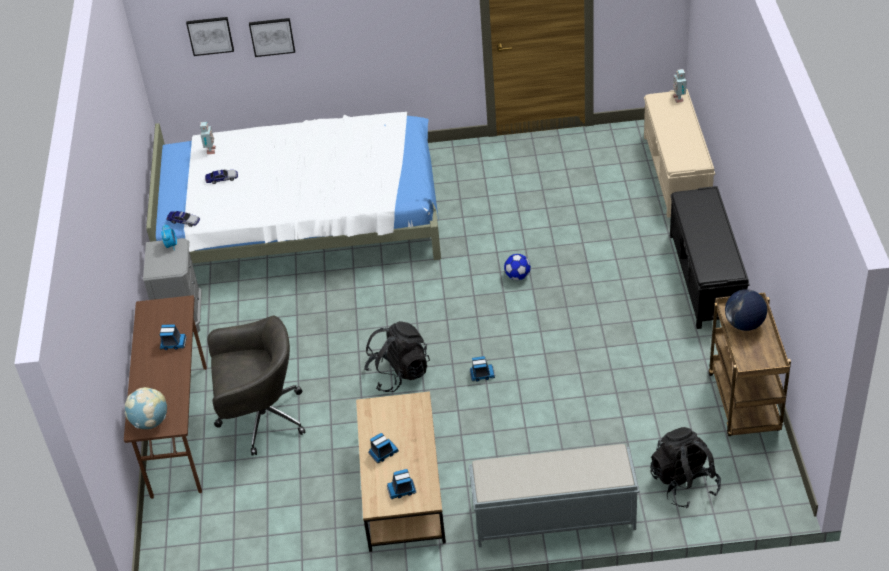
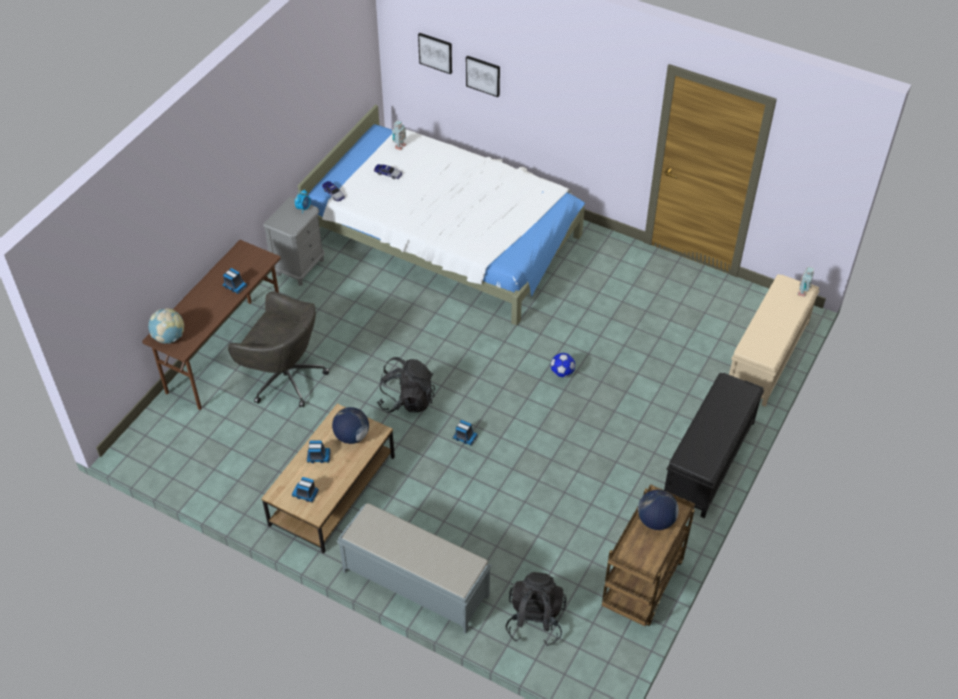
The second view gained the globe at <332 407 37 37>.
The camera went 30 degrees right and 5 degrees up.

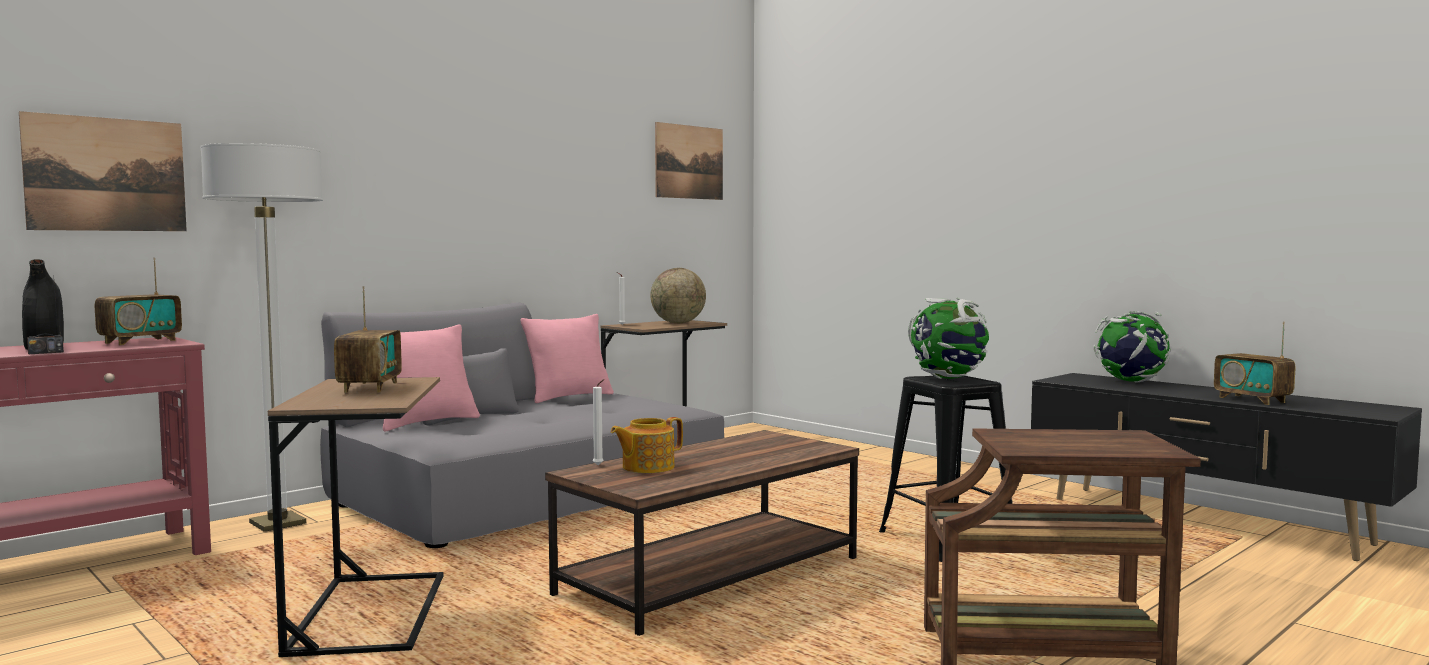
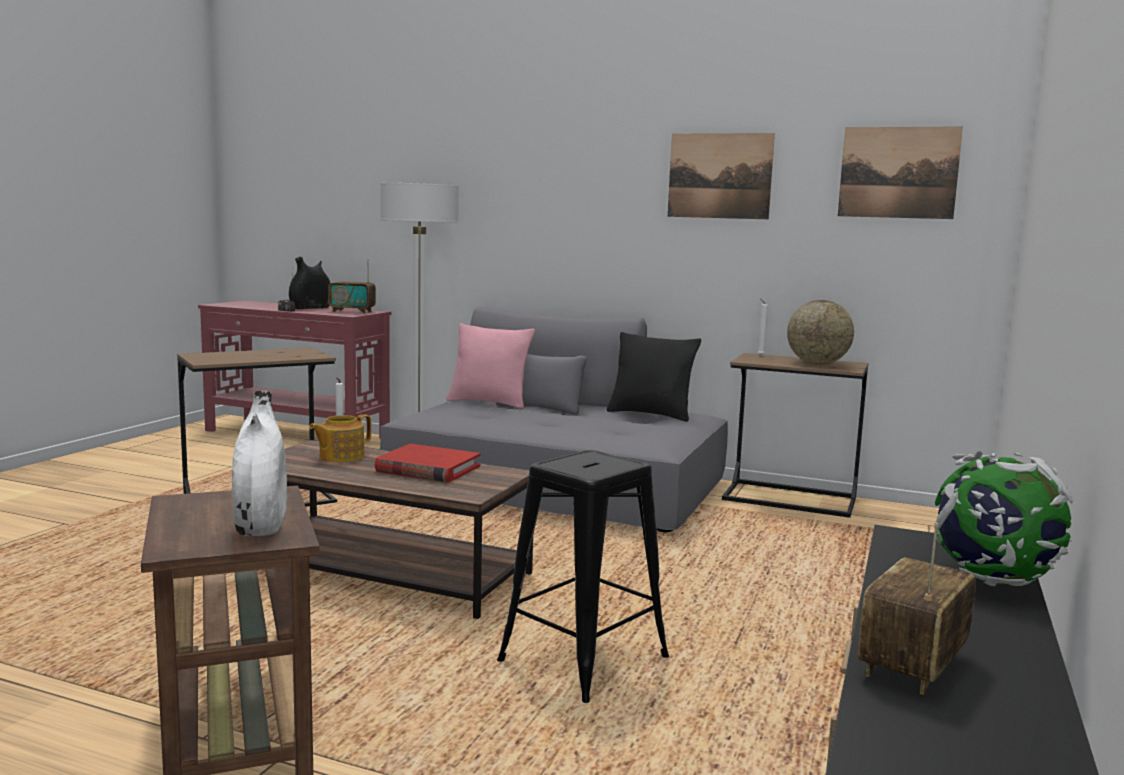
The wall art ended up elsewhere, having gone from <19 111 168 120> to <668 133 107 87>.
The second view lost the radio at <334 287 68 106>.
The second view lost the globe at <908 298 81 81>.
What was the throw pillow (pink) at <521 314 93 89> turned into the throw pillow (black-coloured) at <607 332 94 90>.
The teapot at <611 417 72 56> ended up facing another way, 75 degrees counterclockwise from before.
The second view gained the decorative vase (white-coloured) at <232 391 55 145>.
The second view gained the volume (red-coloured) at <375 444 106 38>.
The camera went 65 degrees right and 5 degrees up.

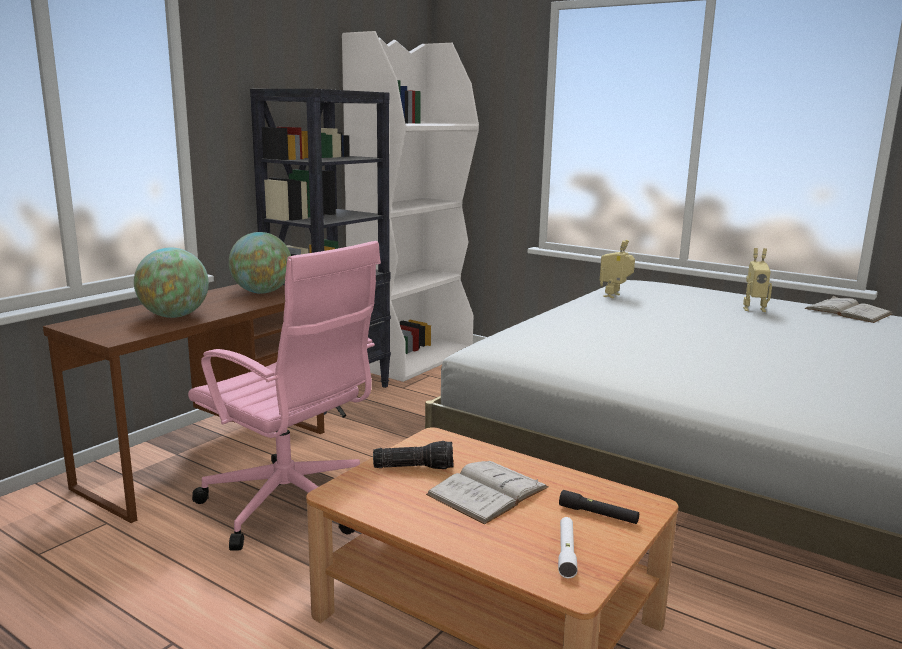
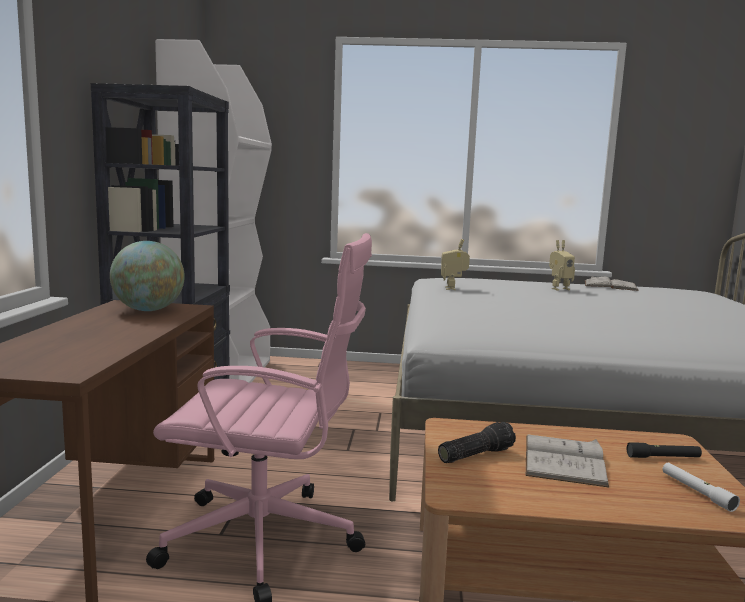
The second view lost the globe at <134 248 75 70>.
The camera went 30 degrees left and 5 degrees down.

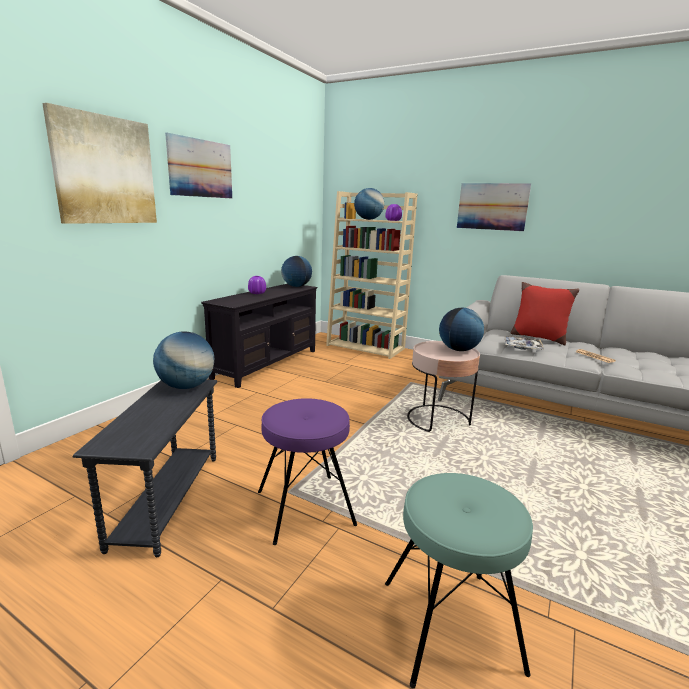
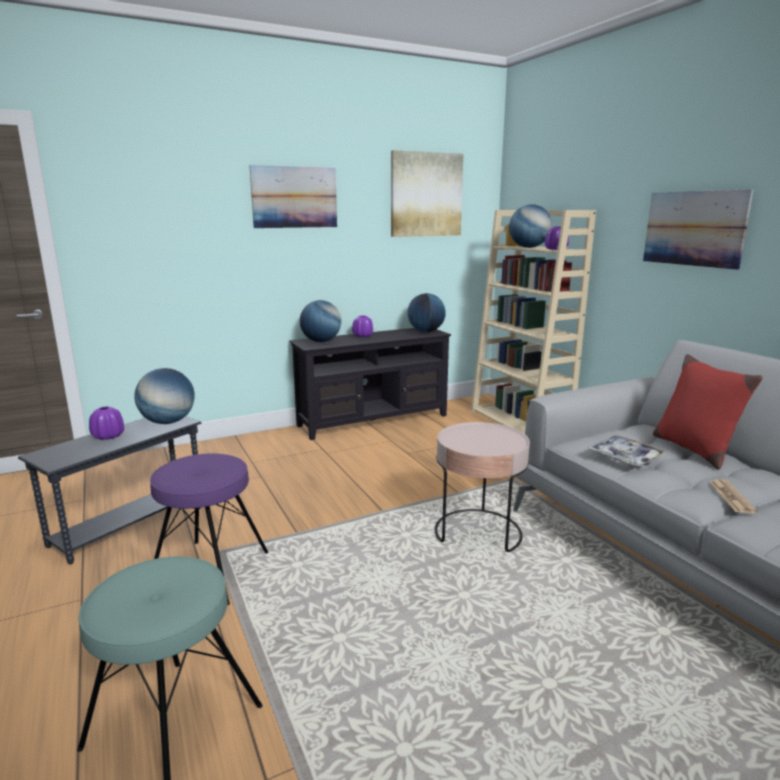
The wall art ended up elsewhere, having gone from <42 103 115 121> to <391 150 73 87>.
The globe ended up elsewhere, having gone from <439 308 45 43> to <300 300 41 42>.
The second view gained the decorative vase (purple-coloured) at <89 406 35 34>.
The camera went 35 degrees right and 0 degrees up.

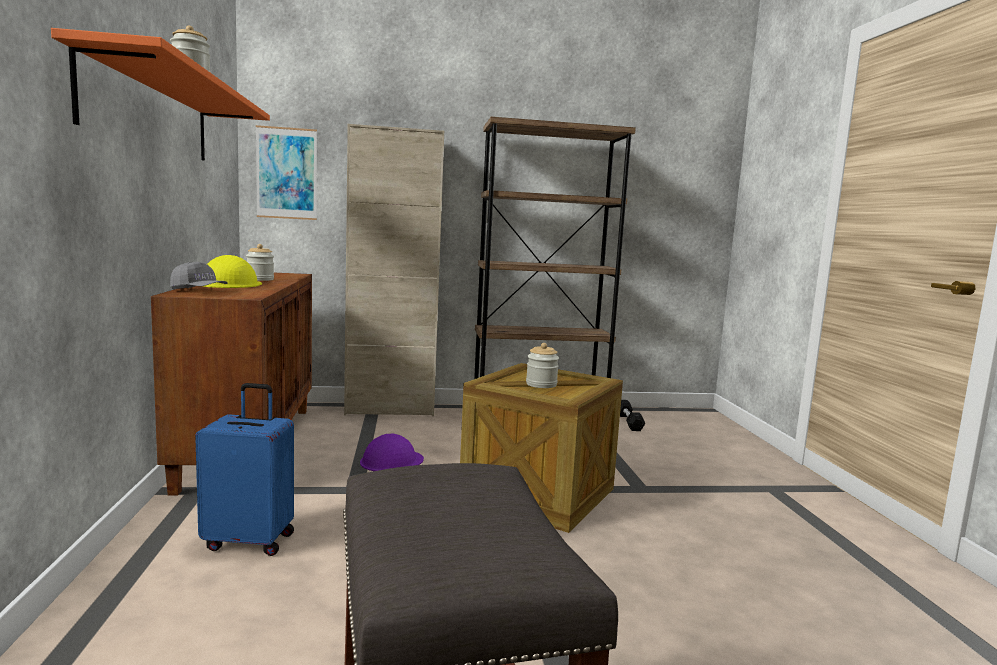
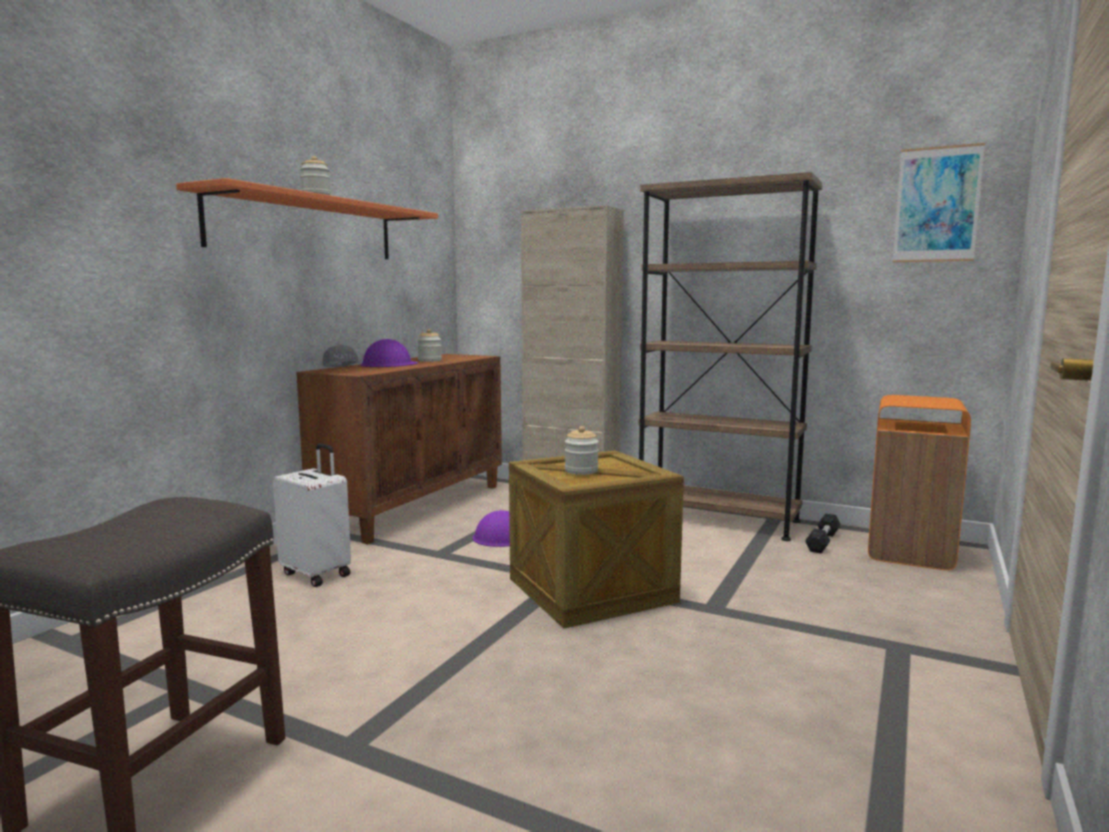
The wall art ended up elsewhere, having gone from <256 125 61 95> to <893 143 92 119>.
What was the hard hat (yellow) at <203 255 59 33> turned into the hard hat (purple-coloured) at <361 339 57 28>.
What was the suitcase (bluish) at <195 383 99 173> turned into the suitcase (white-coloured) at <273 443 78 144>.
The second view gained the trash can (orange-coloured) at <868 395 103 175>.
The camera went 35 degrees right and 0 degrees up.

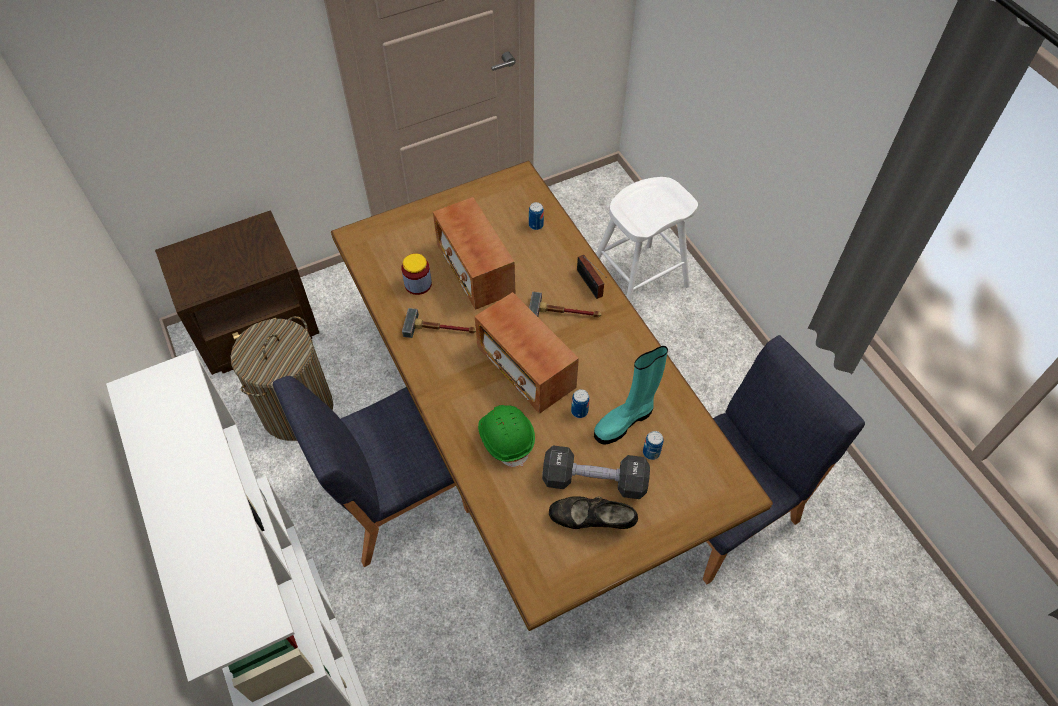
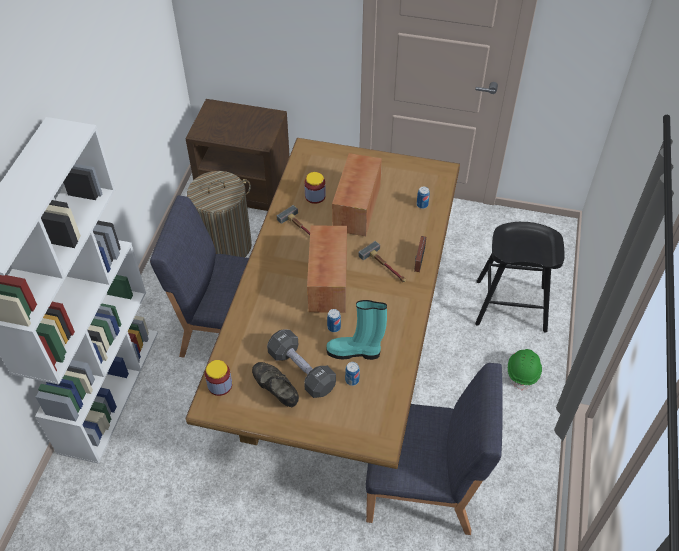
What was the stool (white-coloured) at <596 177 102 126> turned into the stool (black-coloured) at <475 222 90 111>.
The hard hat (green) ended up elsewhere, having gone from <478 405 57 62> to <508 349 34 42>.
The second view gained the storage jar at <205 360 27 36>.
The camera went 40 degrees right and 5 degrees down.

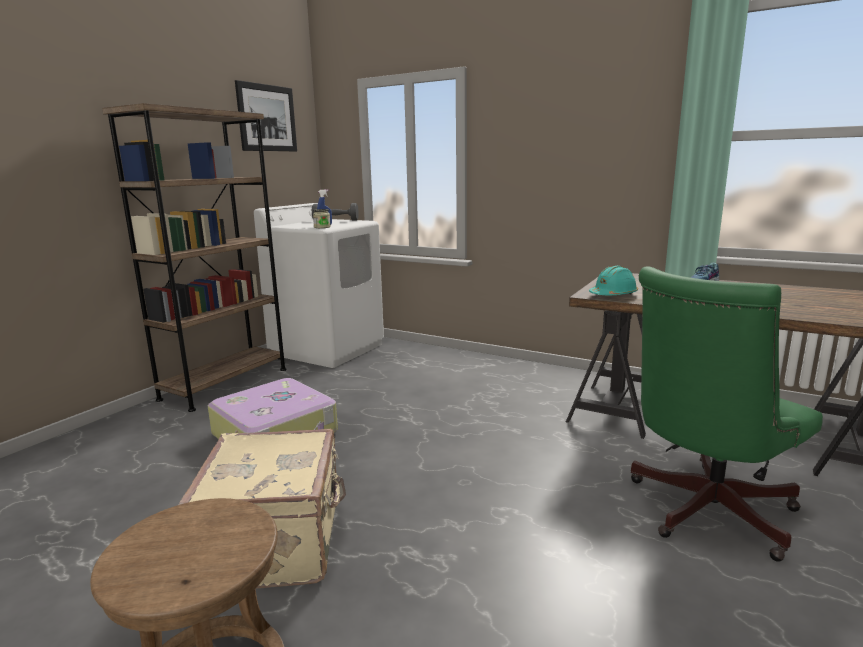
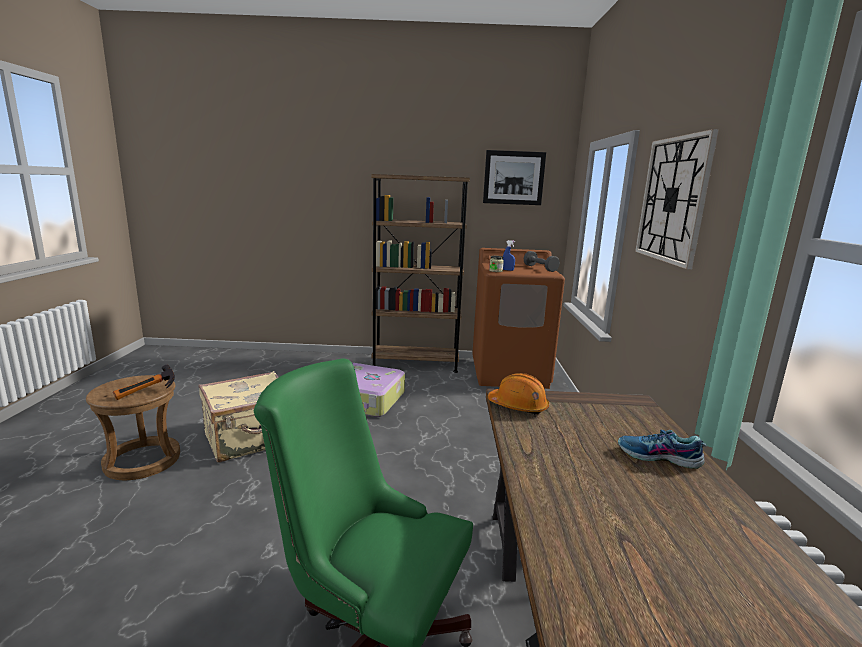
What was the laundry machine (white-coloured) at <254 203 130 165> turned into the laundry machine (brown-coloured) at <472 248 93 141>.
What was the hard hat (blue-green) at <589 266 49 29> turned into the hard hat (orange-coloured) at <488 373 61 42>.
The second view gained the hanging clock at <635 129 84 140>.
The second view gained the tool hammer at <113 365 62 35>.
The camera went 60 degrees right and 0 degrees up.

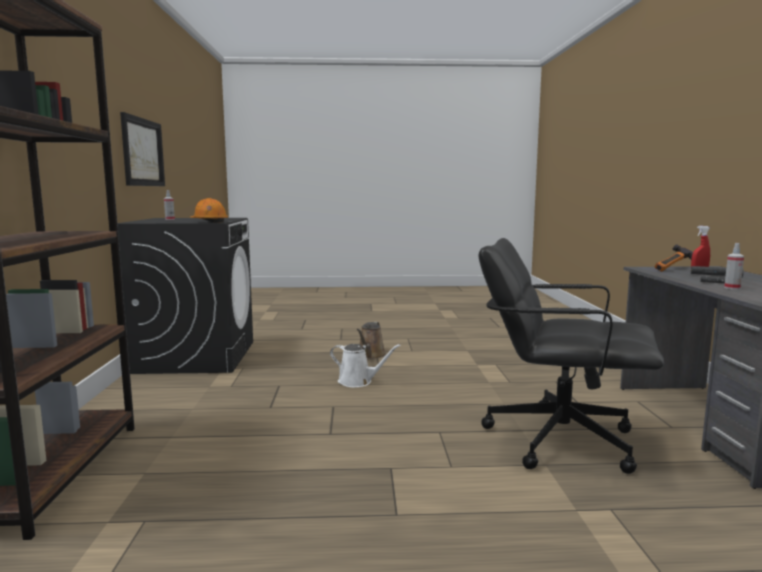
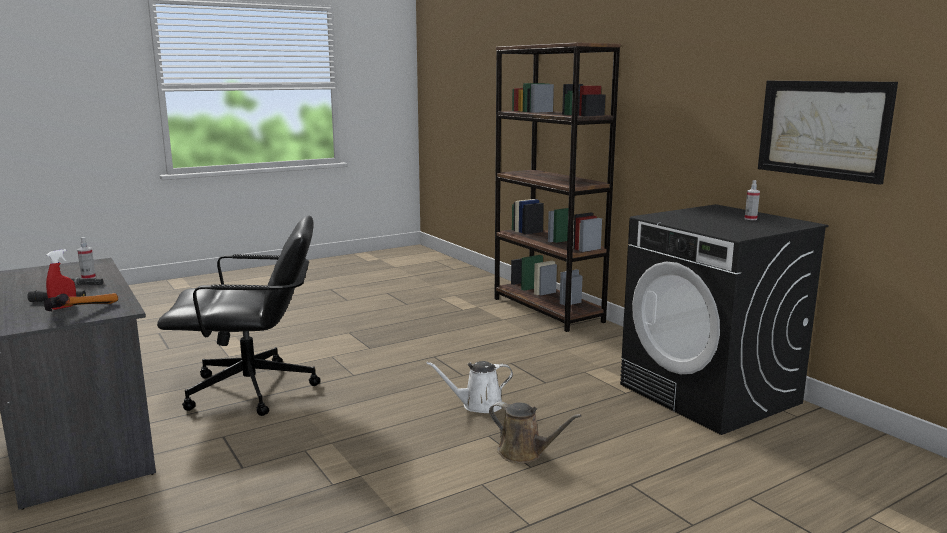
The second view lost the hard hat (orange-coloured) at <190 198 38 25>.
The sprinkling can (brown-coloured) at <357 322 29 37> ended up facing another way, 135 degrees clockwise from before.
The camera went 150 degrees right and 5 degrees up.

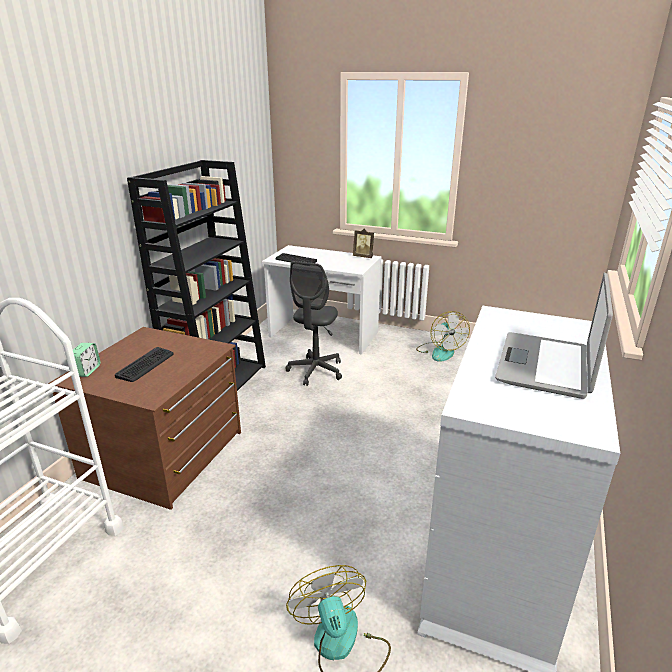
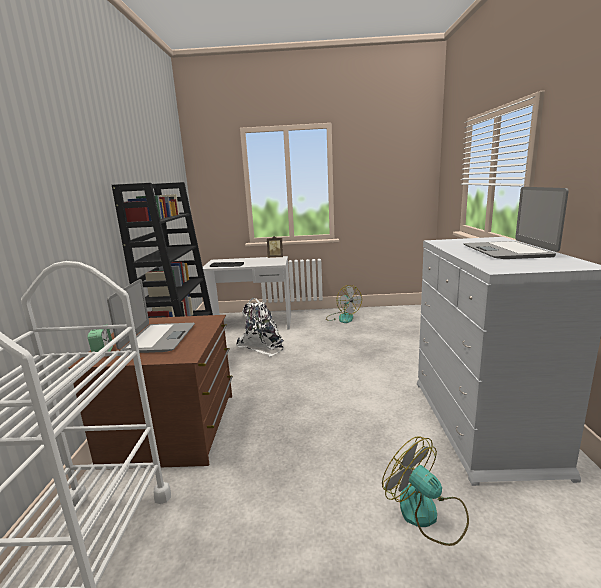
Where the office chair (greyish) stood at <285 261 57 125>, the backpack (white-coloured) came to stand at <236 298 48 59>.
Where the PC keyboard stood at <115 347 59 35>, the laptop came to stand at <107 279 88 74>.
The camera went 20 degrees left and 10 degrees down.

